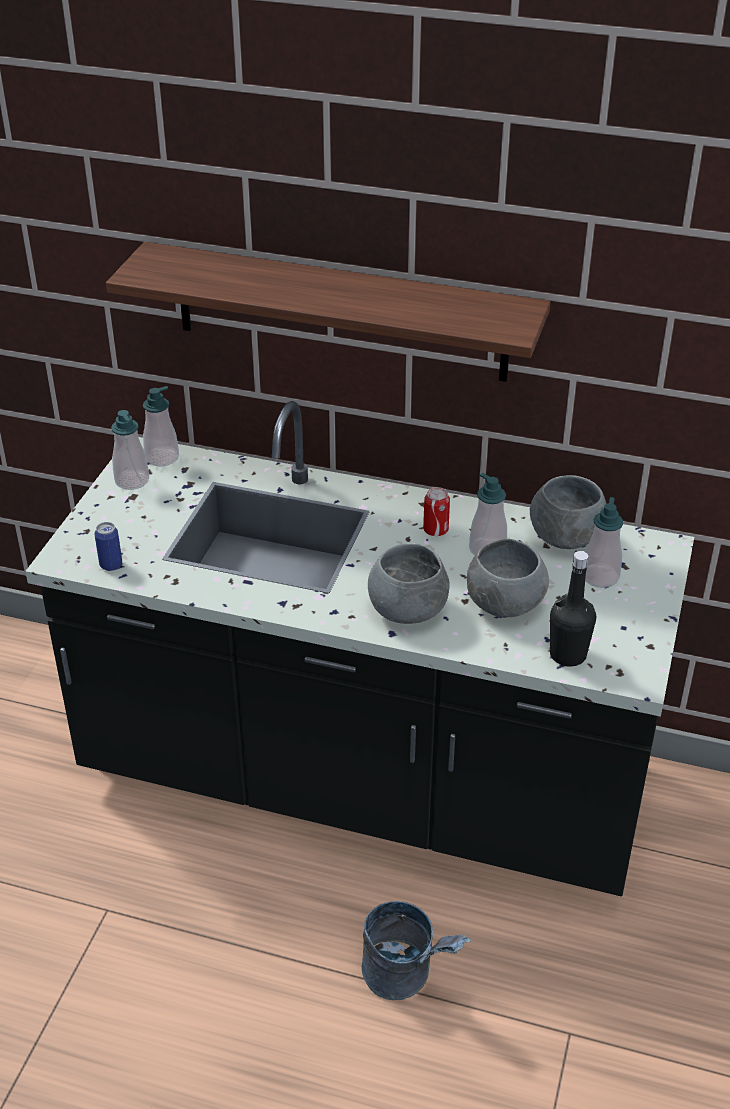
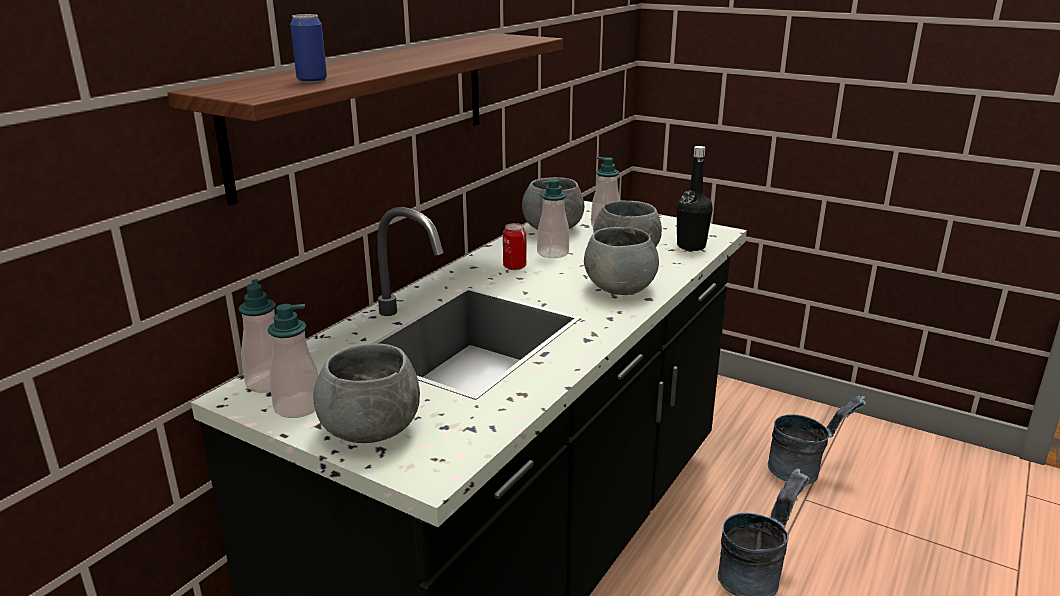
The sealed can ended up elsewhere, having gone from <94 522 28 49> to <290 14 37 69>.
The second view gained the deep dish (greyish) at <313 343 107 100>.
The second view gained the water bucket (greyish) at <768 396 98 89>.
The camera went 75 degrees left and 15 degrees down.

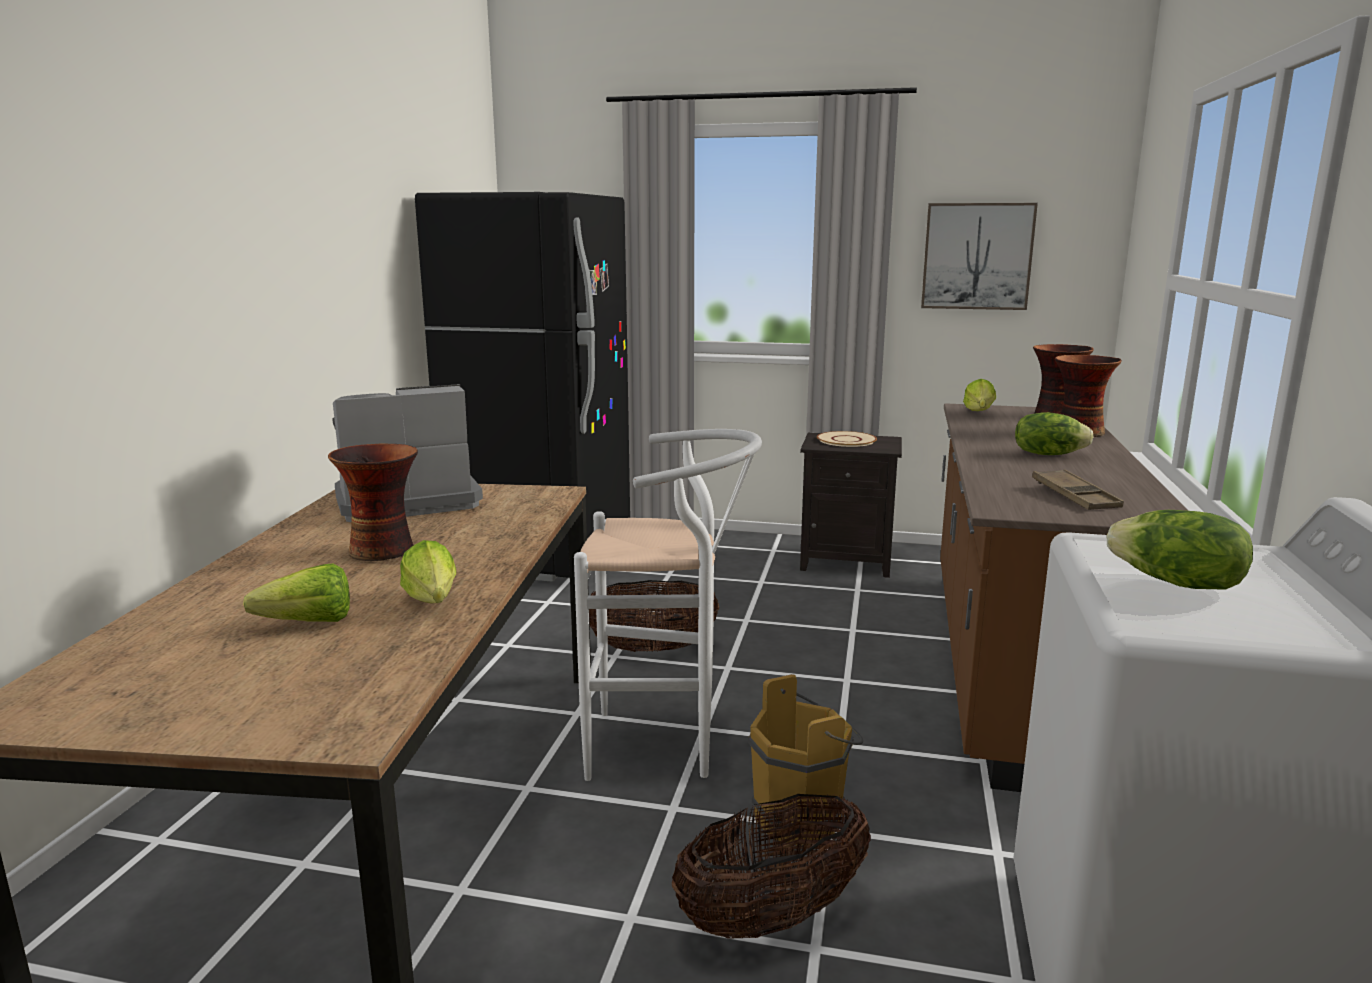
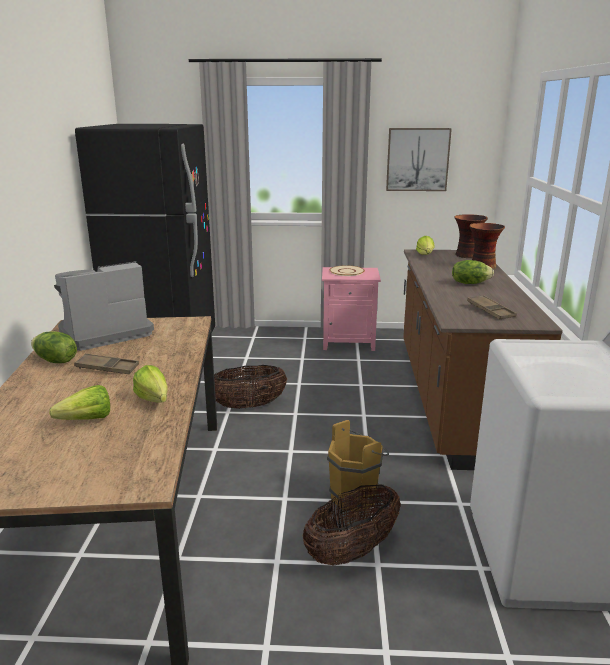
The second view lost the stool (white-coloured) at <574 429 188 352>.
What was the night table (black-coloured) at <800 433 102 145> turned into the night table (pink) at <322 267 59 84>.
Where the decorative vase stood at <328 443 90 118>, the serving tray (brown-coloured) came to stand at <74 353 65 21>.
The head of lettuce ended up elsewhere, having gone from <1107 510 146 80> to <31 331 46 32>.
The camera went 10 degrees left and 5 degrees up.

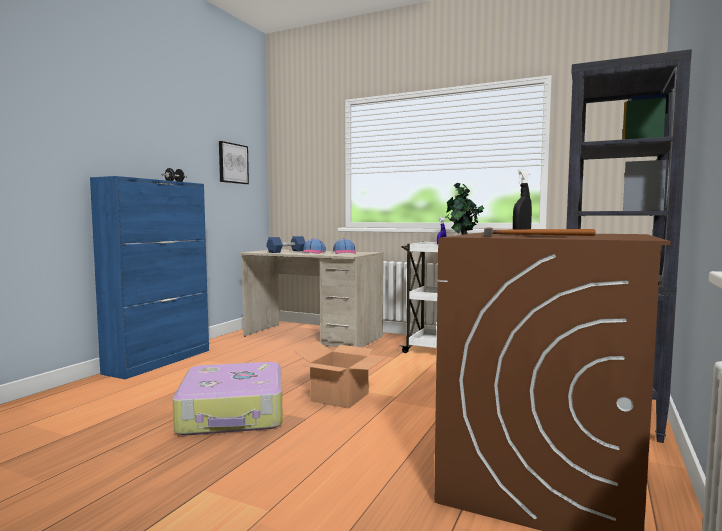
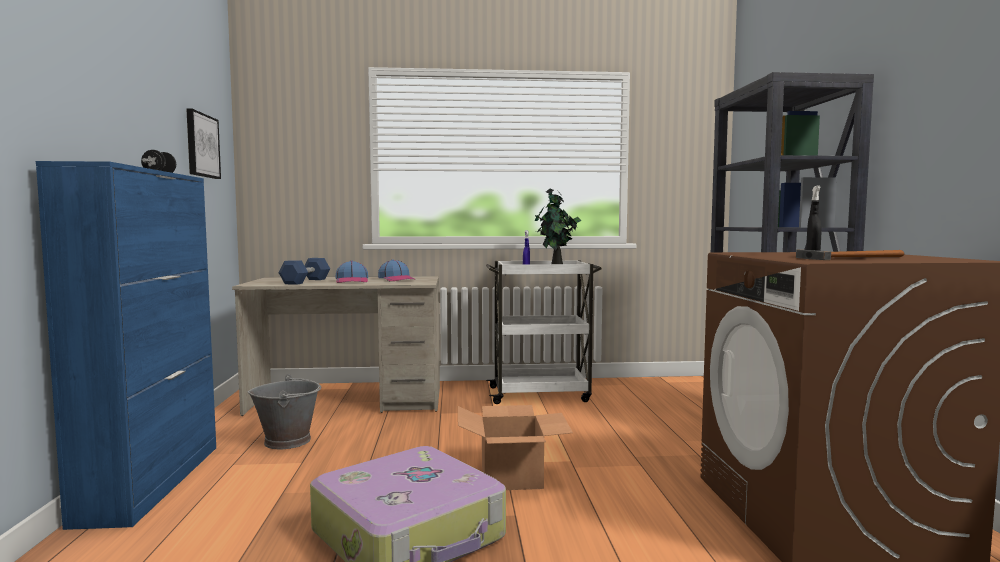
The second view gained the water bucket (greyish) at <248 374 73 75>.
The camera went 30 degrees left and 0 degrees up.

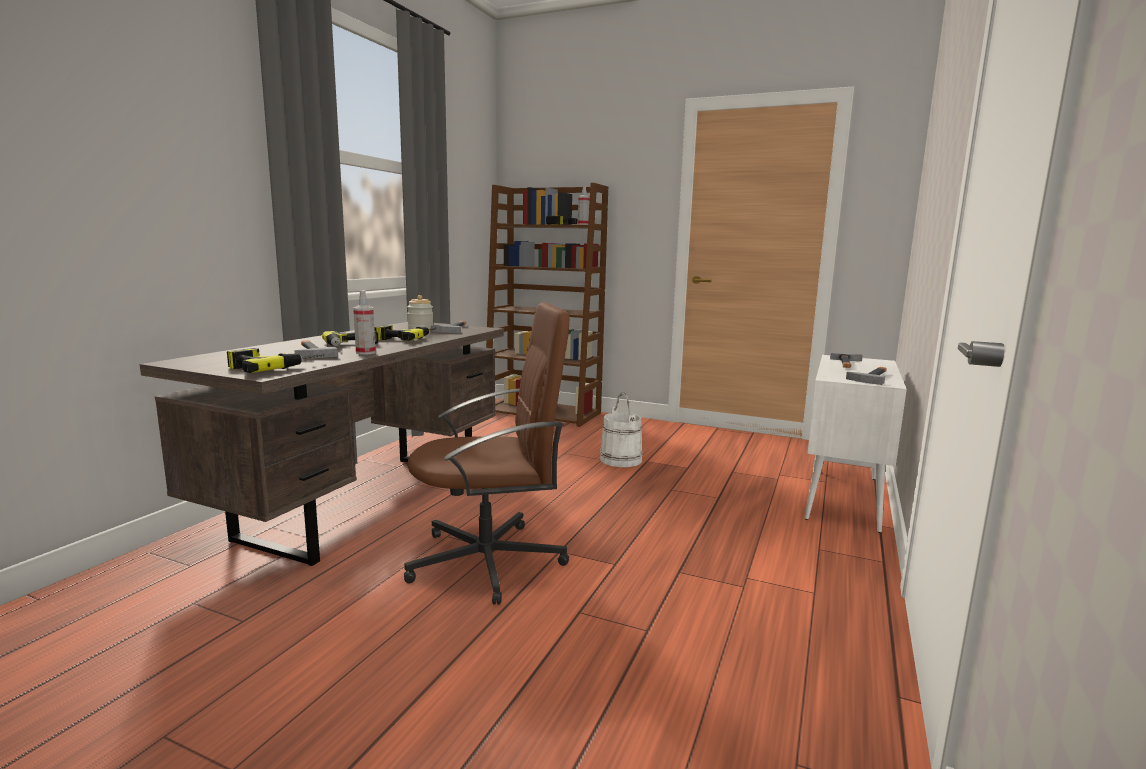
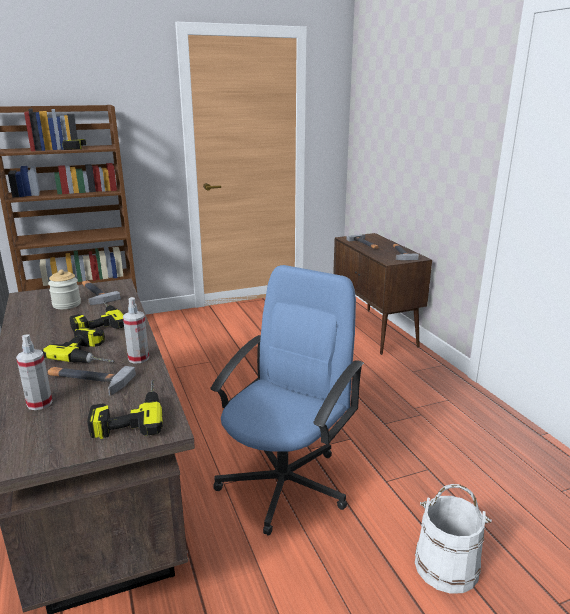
The sprayer ended up elsewhere, having gone from <578 186 12 39> to <16 334 36 76>.
What was the office chair (brown-coloured) at <404 303 166 302> turned into the office chair (bluish) at <211 265 153 270>.
What was the cupboard (white-coloured) at <804 355 103 178> turned into the cupboard (brown-coloured) at <333 233 99 122>.
The water bucket (white-coloured) ended up elsewhere, having gone from <600 393 43 74> to <415 484 77 110>.
The camera went 45 degrees left and 10 degrees up.

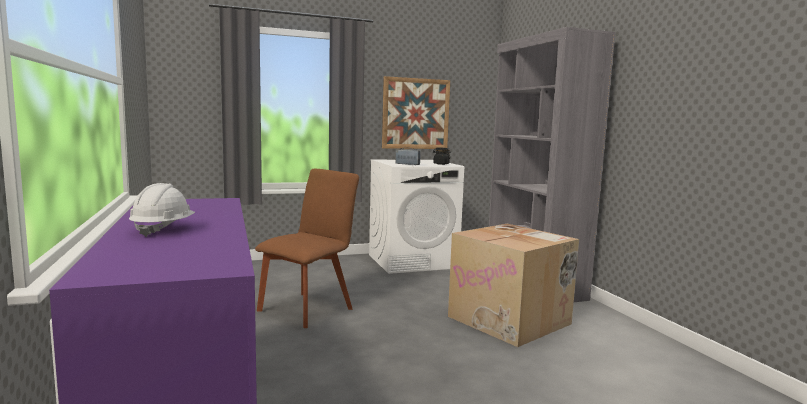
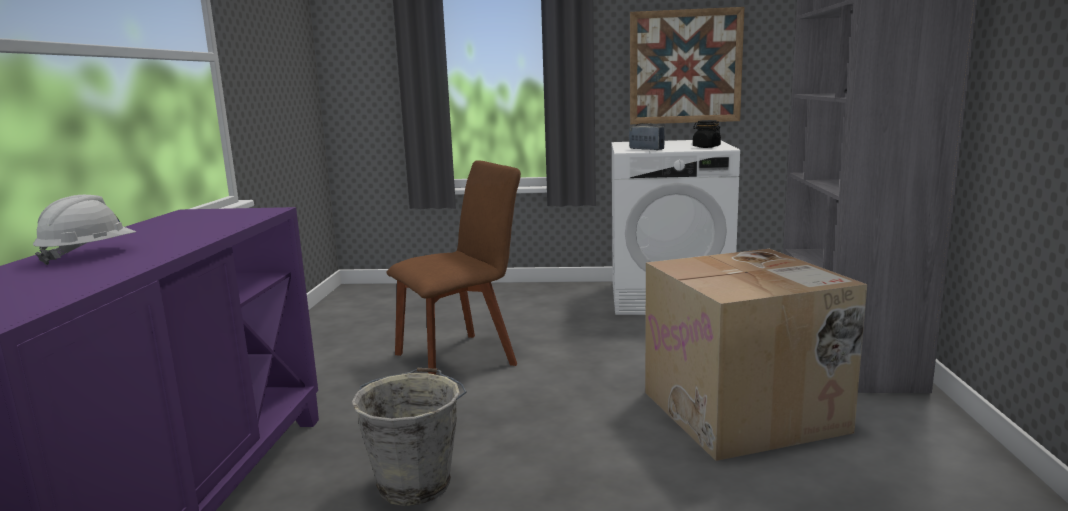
The second view gained the water bucket (greyish) at <352 368 115 138>.
The camera went 25 degrees right and 5 degrees up.

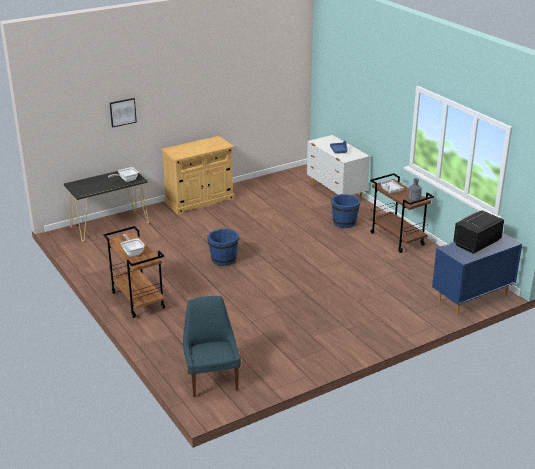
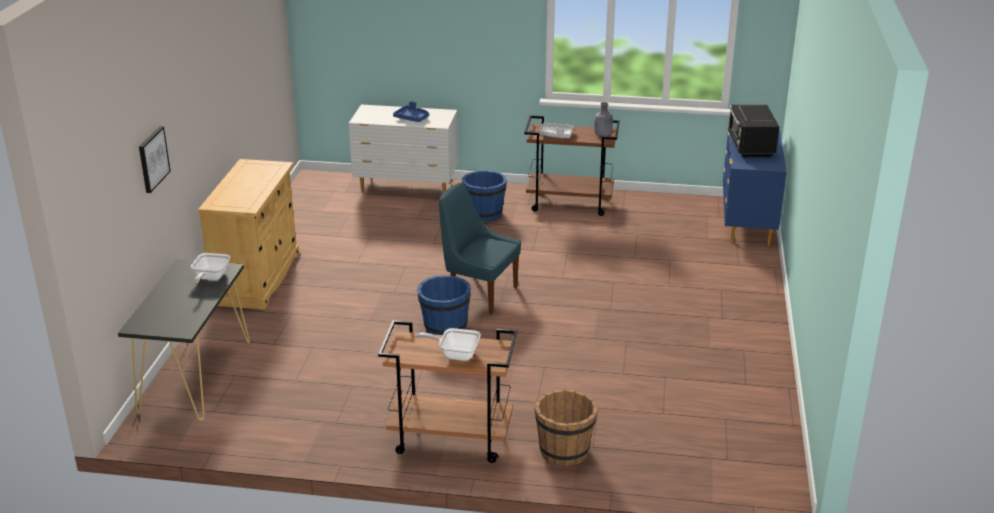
The plain chair (bluish) ended up elsewhere, having gone from <183 296 58 101> to <439 182 82 132>.
The second view gained the water bucket (brown-coloured) at <535 389 63 77>.
The camera went 50 degrees left and 0 degrees up.

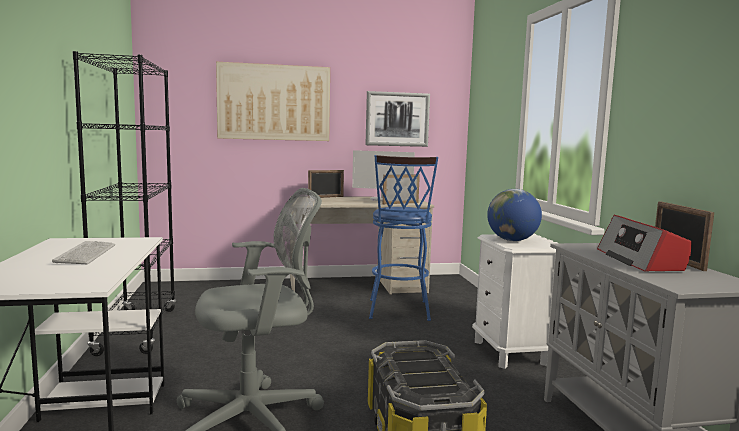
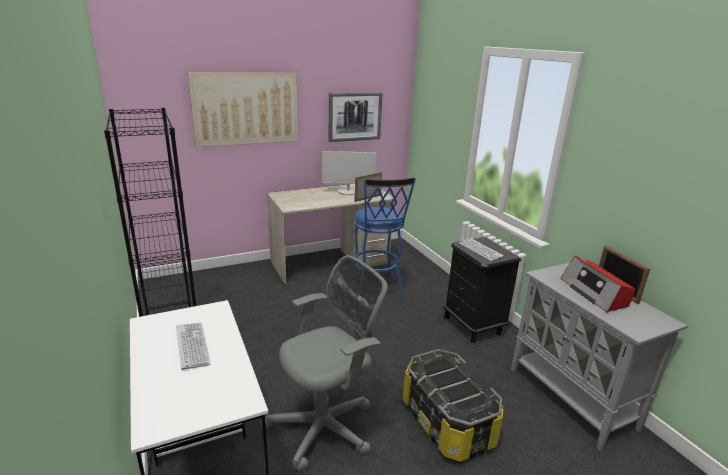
The second view lost the standing frame at <308 170 36 28>.
Where the globe stood at <487 189 55 52>, the PC keyboard came to stand at <459 238 45 23>.
What was the night table (white-coloured) at <472 234 84 135> turned into the night table (black-coloured) at <443 237 78 106>.
The camera went 15 degrees left and 15 degrees up.

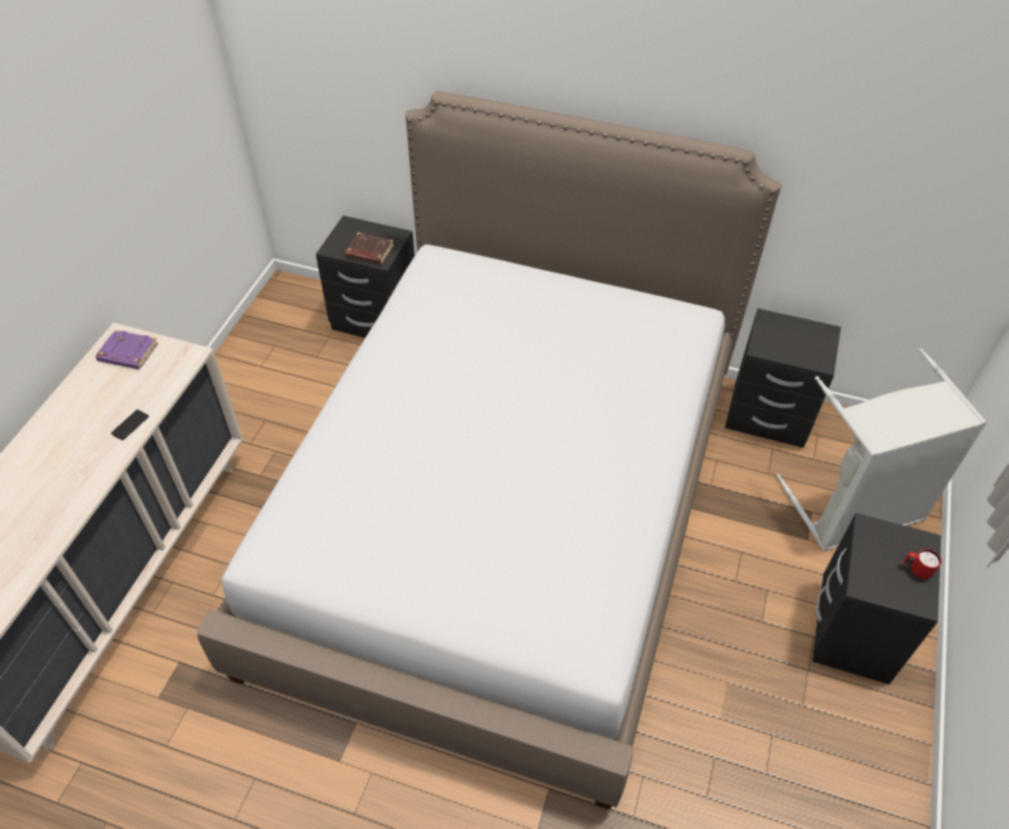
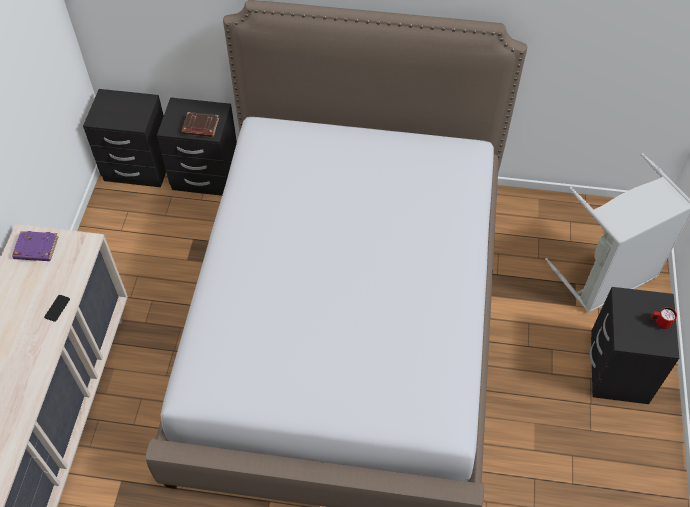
The night table (black-coloured) ended up elsewhere, having gone from <725 308 116 140> to <83 89 83 98>.
The camera went 10 degrees left and 5 degrees up.

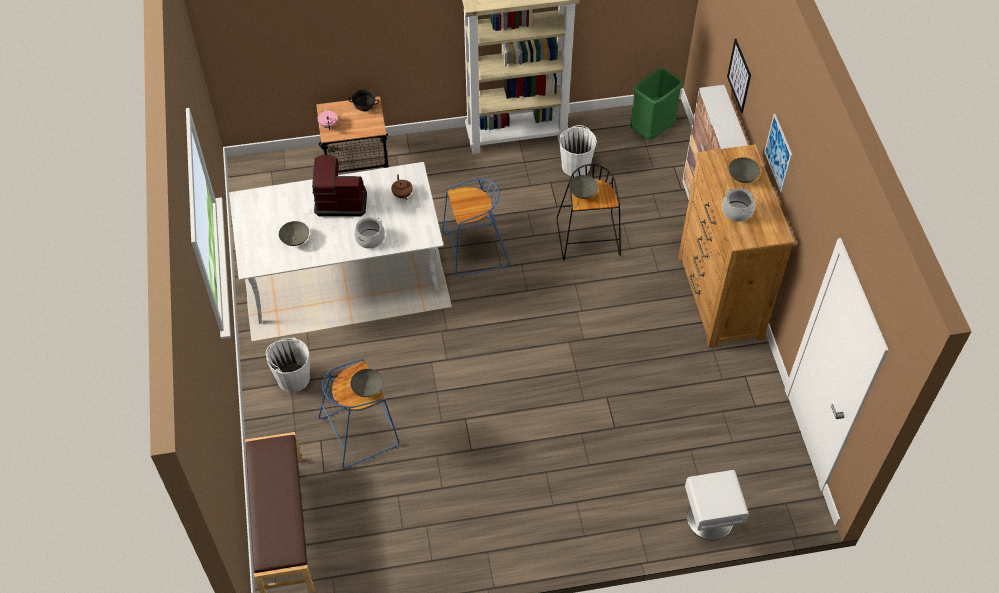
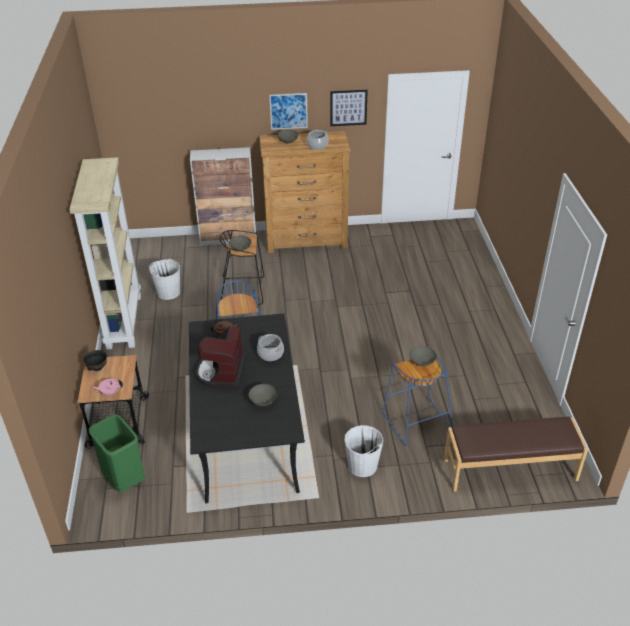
The wall art ended up elsewhere, having gone from <727 39 24 74> to <330 90 38 36>.
The trash can (green) ended up elsewhere, having gone from <630 68 53 72> to <89 414 56 78>.
What was the dinner table (white-coloured) at <229 162 215 162> turned into the dinner table (black-coloured) at <189 313 116 190>.
The second view lost the night table (white-coloured) at <685 470 64 70>.
The camera went 85 degrees left and 15 degrees down.

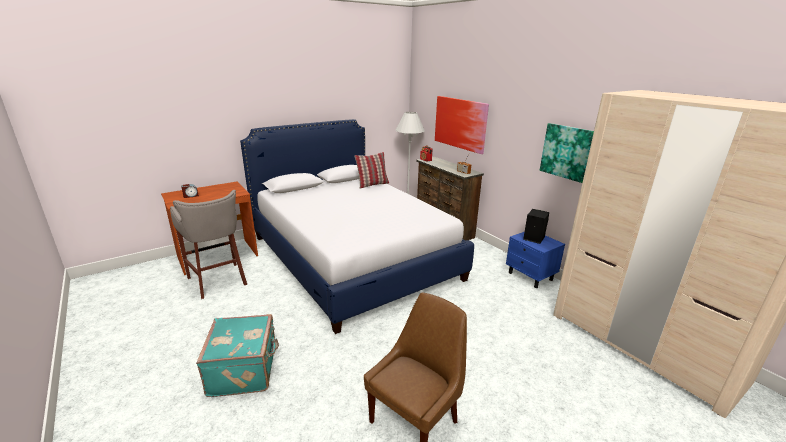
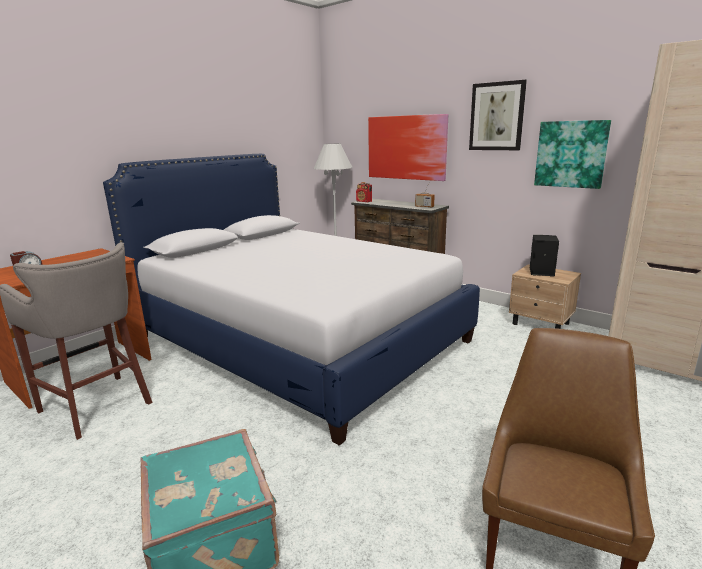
The second view lost the throw pillow at <355 152 34 36>.
What was the night table (bluish) at <506 232 59 56> turned into the night table (sand-coloured) at <509 265 72 64>.
The second view gained the wall art at <469 80 58 70>.
The camera went 15 degrees left and 5 degrees down.

